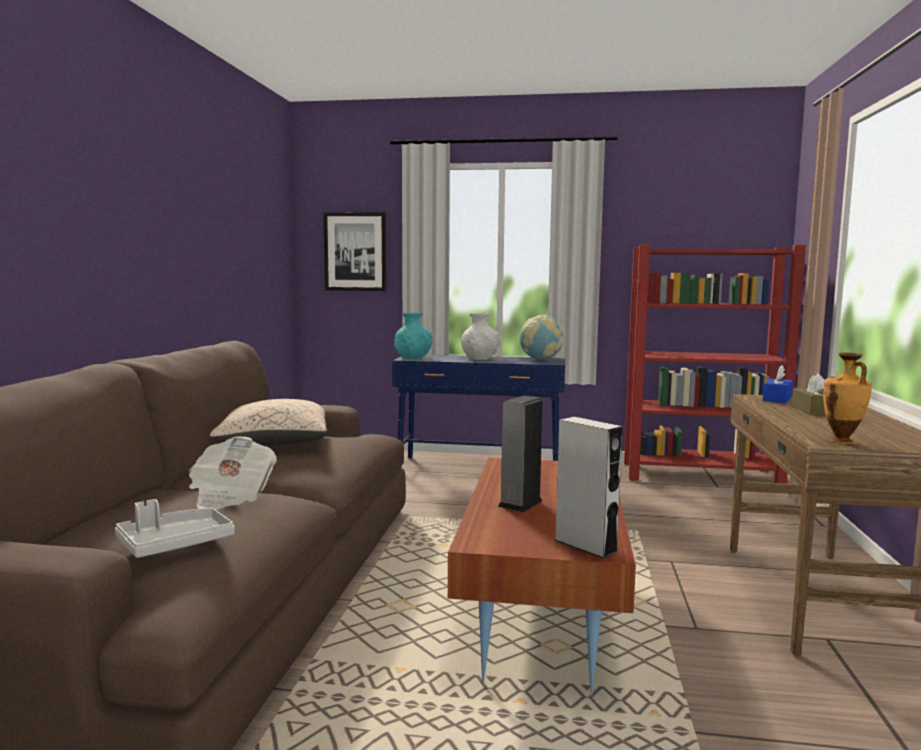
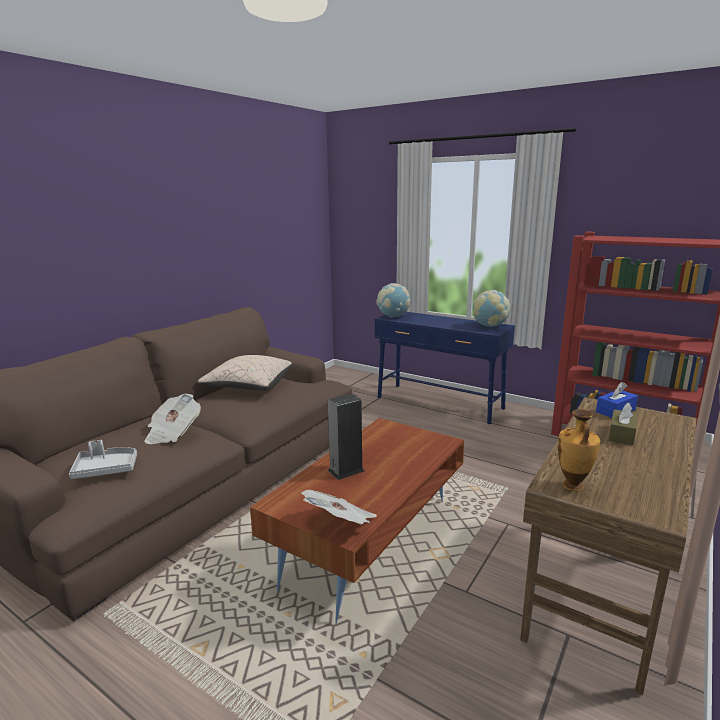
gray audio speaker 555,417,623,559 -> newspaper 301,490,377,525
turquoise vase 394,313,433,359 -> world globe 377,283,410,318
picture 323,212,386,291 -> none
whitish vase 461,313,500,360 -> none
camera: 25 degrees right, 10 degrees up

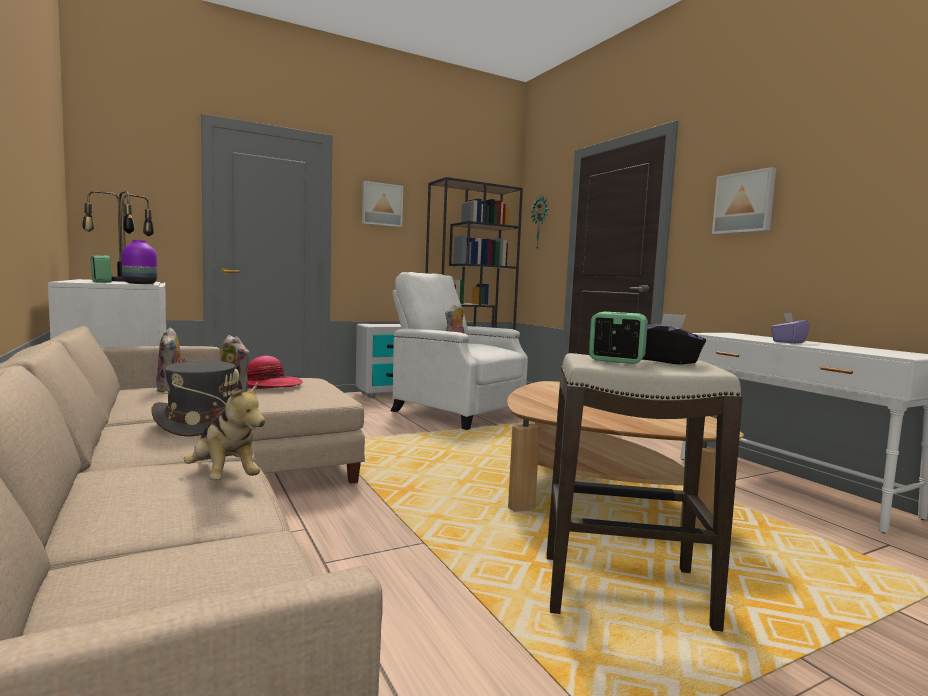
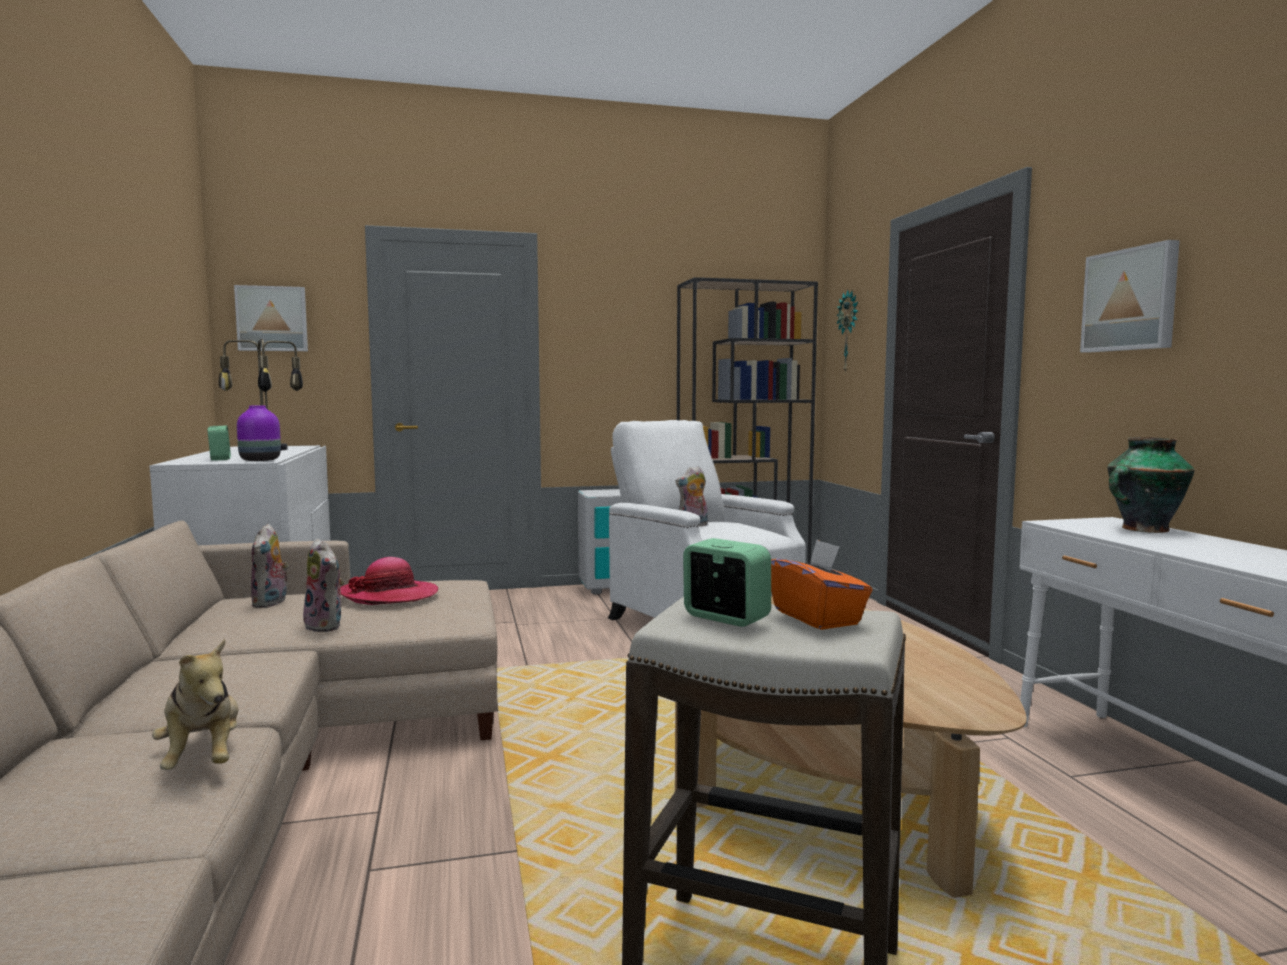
picture 362,181,403,227 -> picture 234,285,308,351, moved
black-coloured tissue box 643,313,706,365 -> orange tissue box 771,539,872,630
none -> vase 1107,437,1195,533
gray wearable hat 151,361,239,437 -> none
purple tissue box 771,313,810,344 -> none
camera: 15 degrees right, 0 degrees up

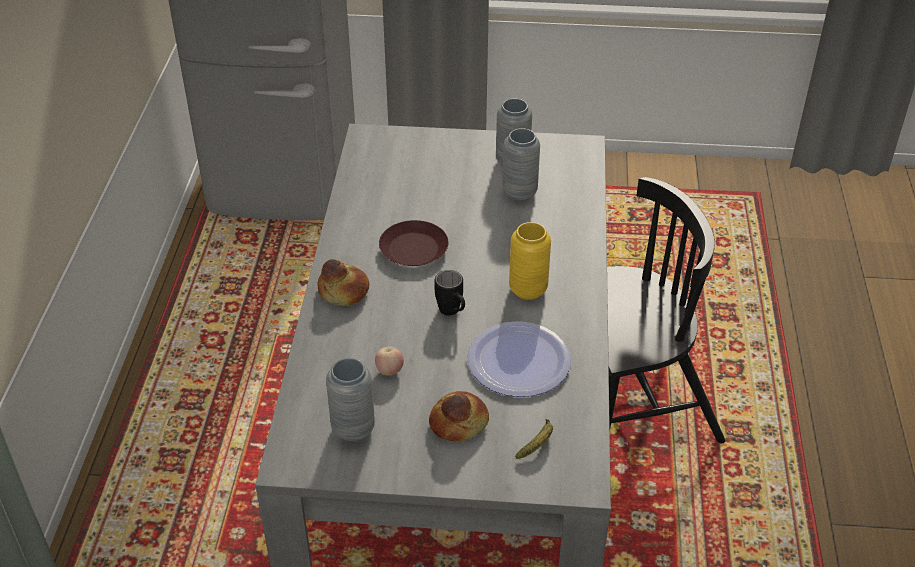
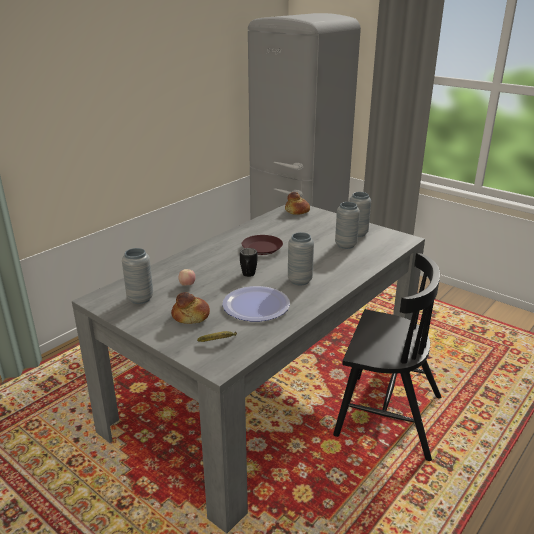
baked bread 317,259,369,306 -> baked bread 285,192,310,215, moved
yellow vase 509,222,551,300 -> gray vase 288,232,314,285
camera: 35 degrees right, 15 degrees down

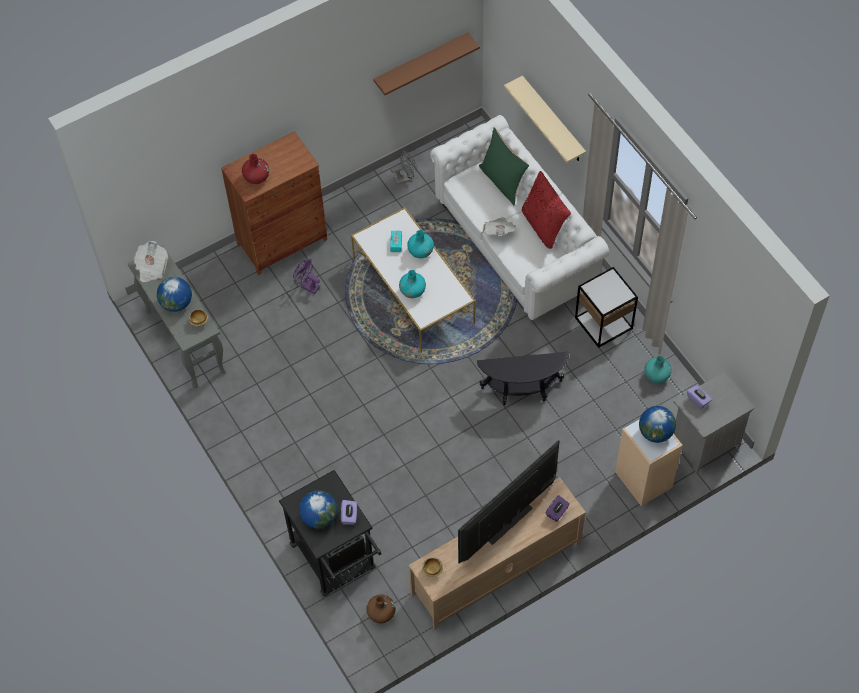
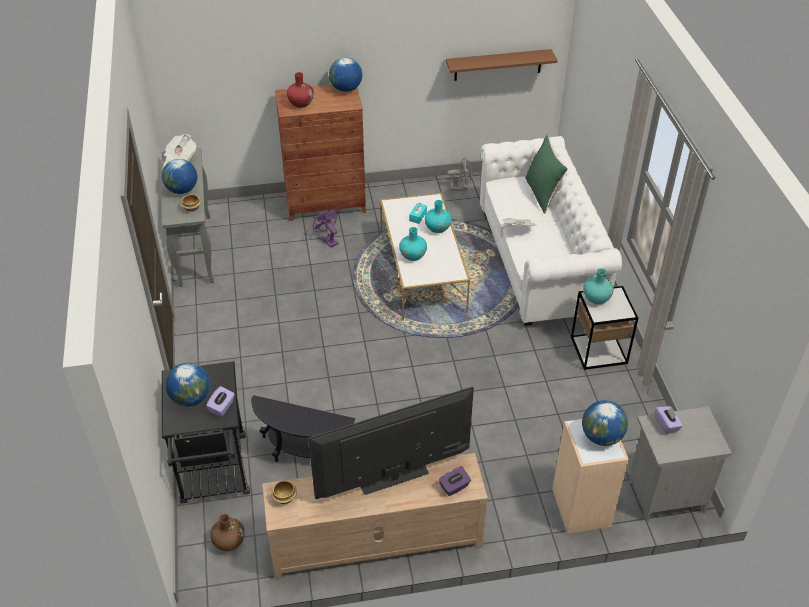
black-coloured accent table 477,352,569,405 -> black-coloured accent table 251,395,355,462, moved
none -> world globe 329,58,362,92
turquoise vase 644,356,672,383 -> turquoise vase 583,268,614,304, moved
beige bracket shelf 504,76,586,163 -> none
reddish throw pillow 522,171,571,249 -> none
camera: 20 degrees right, 15 degrees down

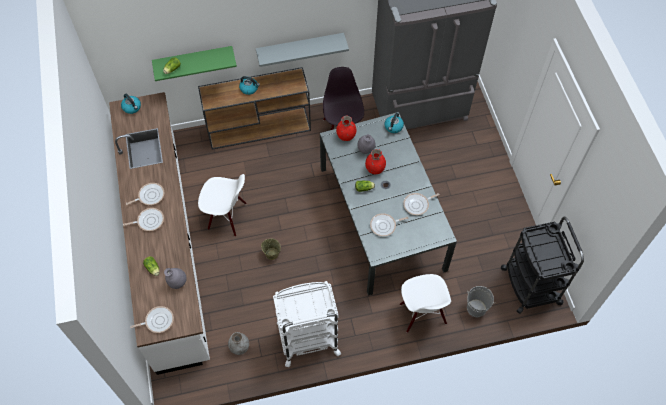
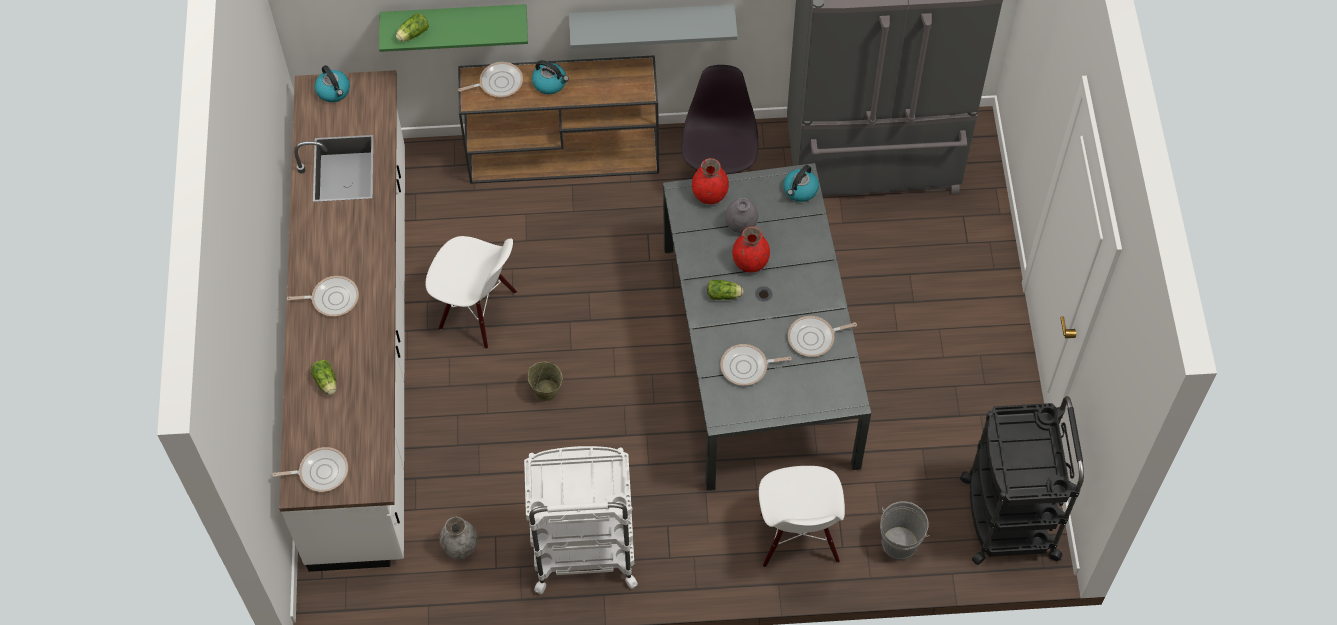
skillet 126,183,164,205 -> skillet 458,62,523,97, moved
gray vase 164,268,187,289 -> none
camera: 10 degrees right, 0 degrees up

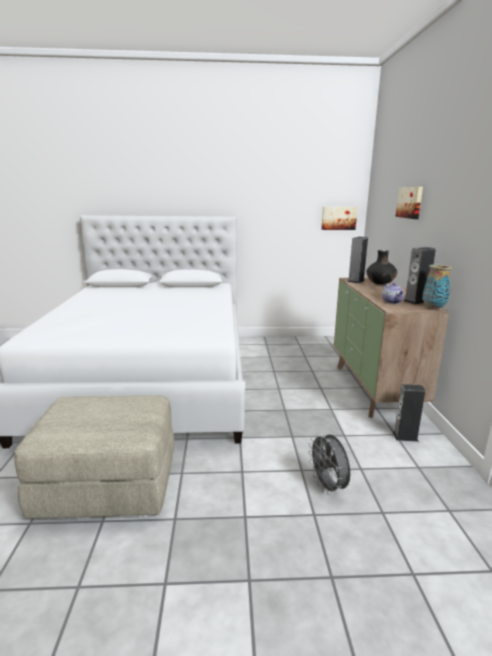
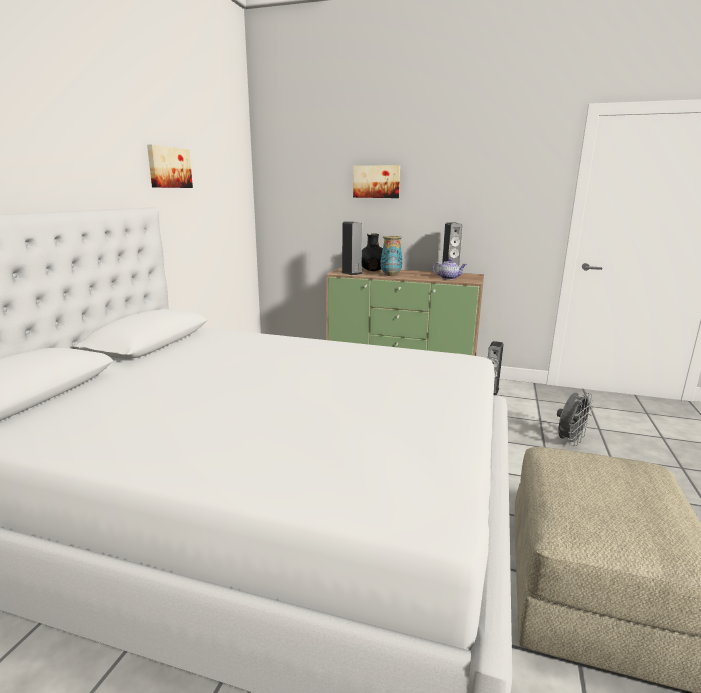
picture 321,207,358,230 -> picture 147,145,193,188, moved
vase 422,265,452,310 -> vase 381,236,402,276, moved
gray cooling fan 308,433,350,495 -> gray cooling fan 557,393,594,446, 45 degrees counterclockwise
camera: 70 degrees left, 0 degrees up

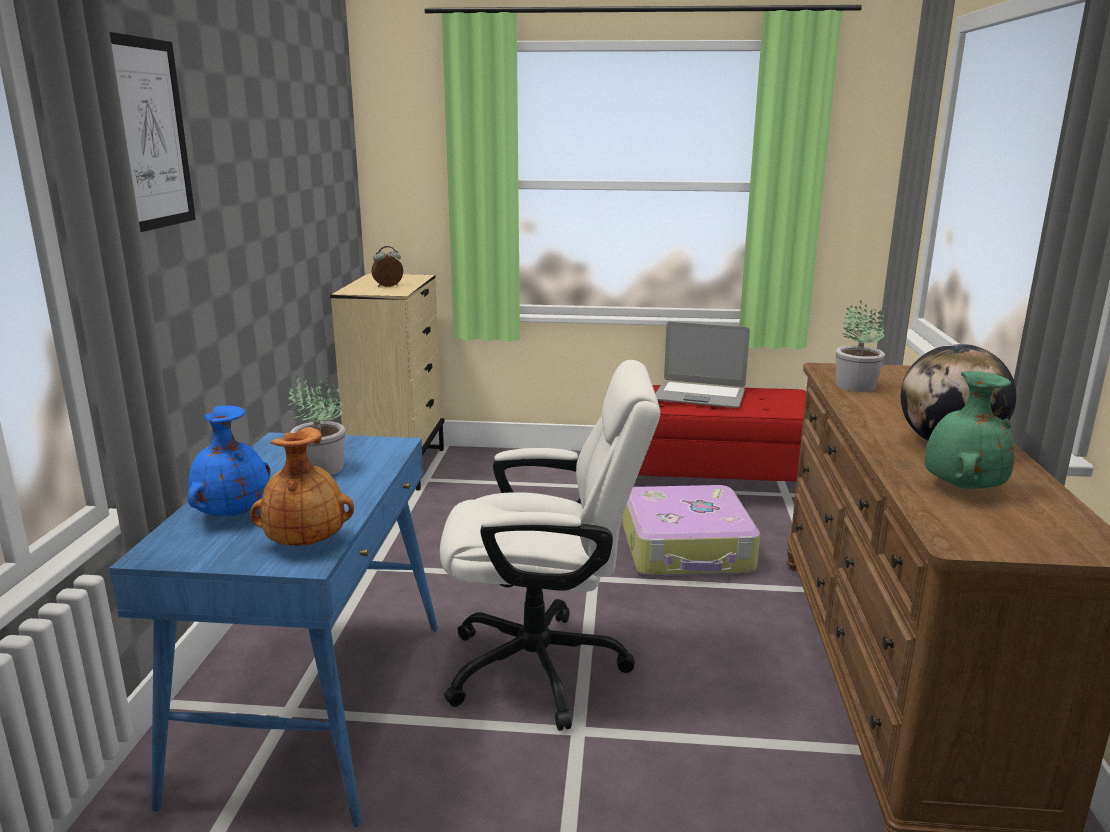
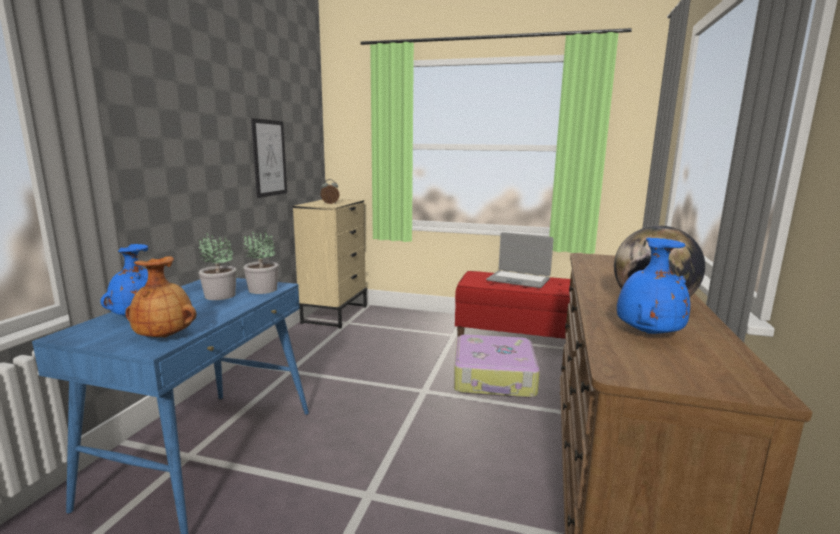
houseplant 836,300,885,392 -> houseplant 243,229,279,294, moved
picture 110,32,196,232 -> picture 251,118,287,198, moved
greenish vase 925,371,1015,489 -> blue-coloured vase 617,238,690,334
whitish desk chair 440,360,660,731 -> none
camera: 10 degrees right, 5 degrees down

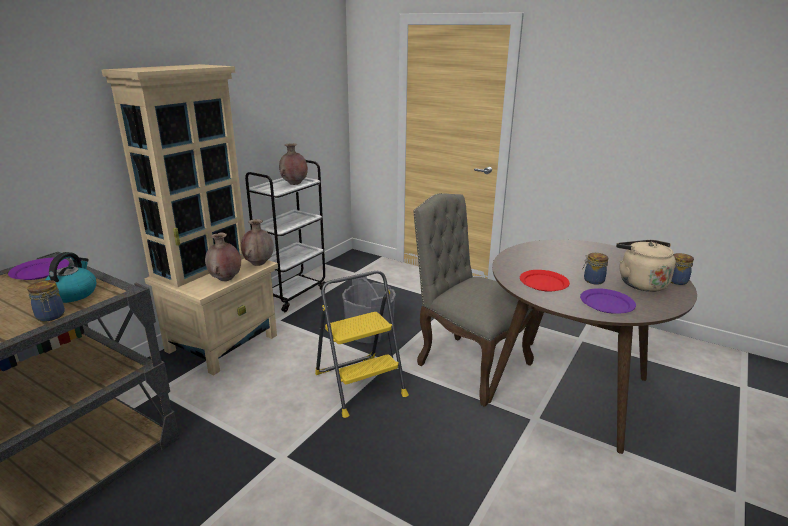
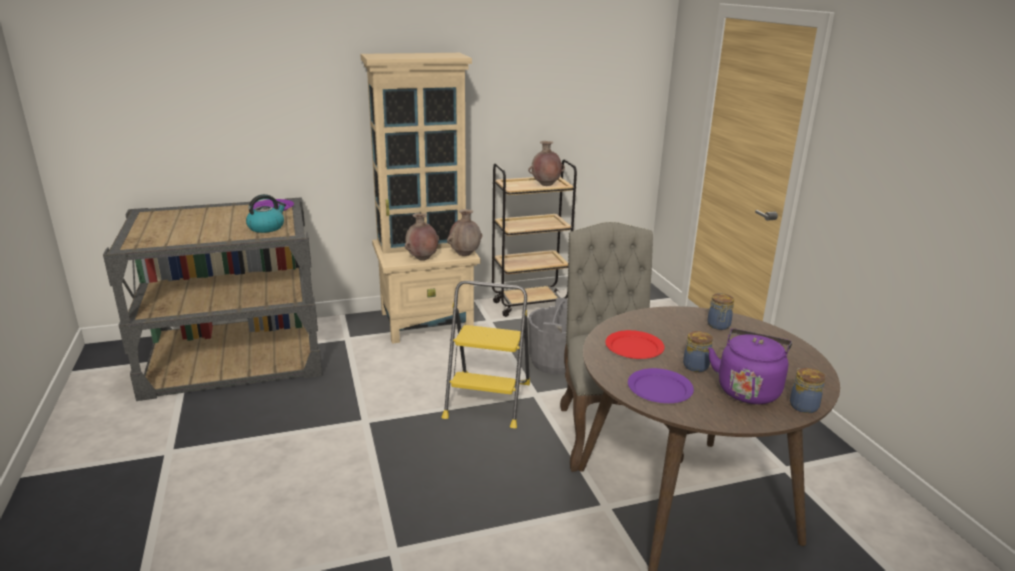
whitish wheeled cart 245,160,325,312 -> brownish wheeled cart 492,159,577,317
storage jar 27,280,65,322 -> storage jar 707,293,734,330, moved
beige water kettle 616,240,676,292 -> purple water kettle 708,329,792,404
camera: 40 degrees right, 0 degrees up

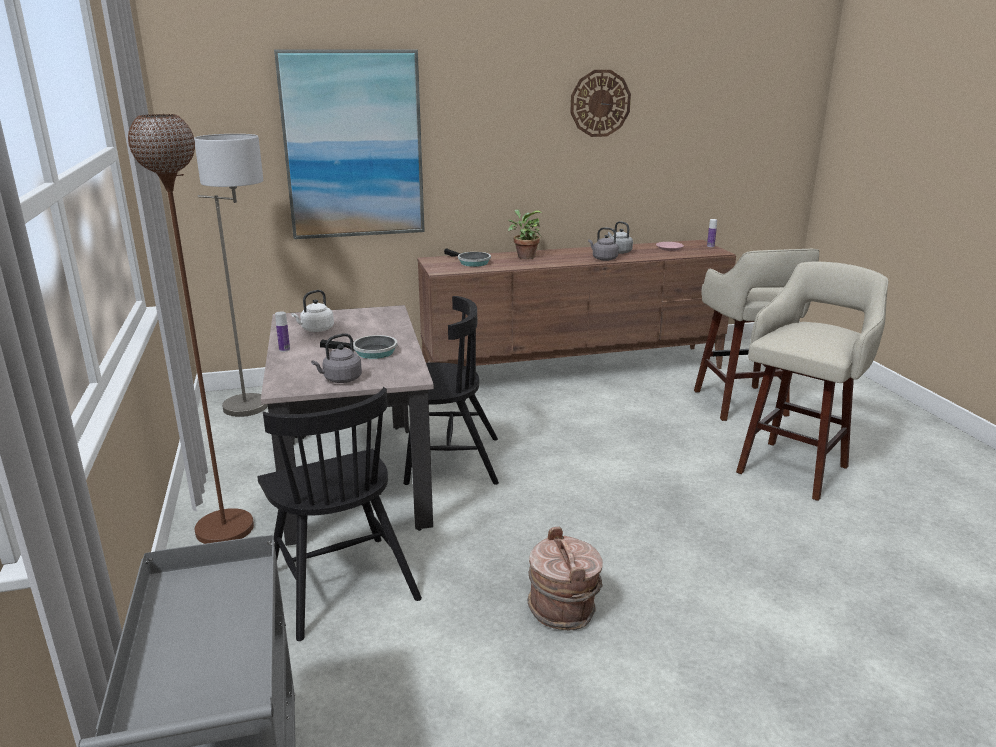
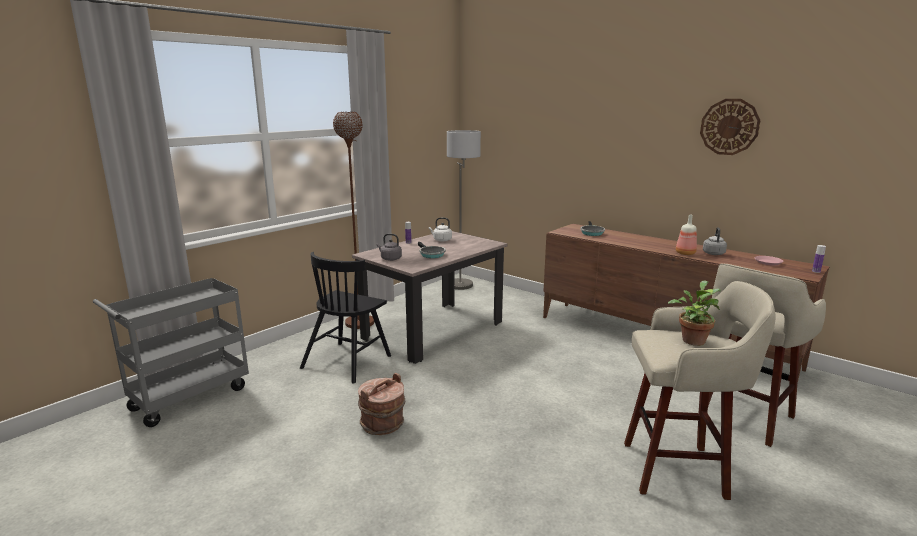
houseplant 508,209,543,259 -> houseplant 668,280,721,346, moved
gray water kettle 588,227,619,261 -> drink bottle 676,215,697,255
picture 274,50,425,239 -> none
black-coloured upright chair 403,296,499,485 -> none
camera: 55 degrees right, 5 degrees down

